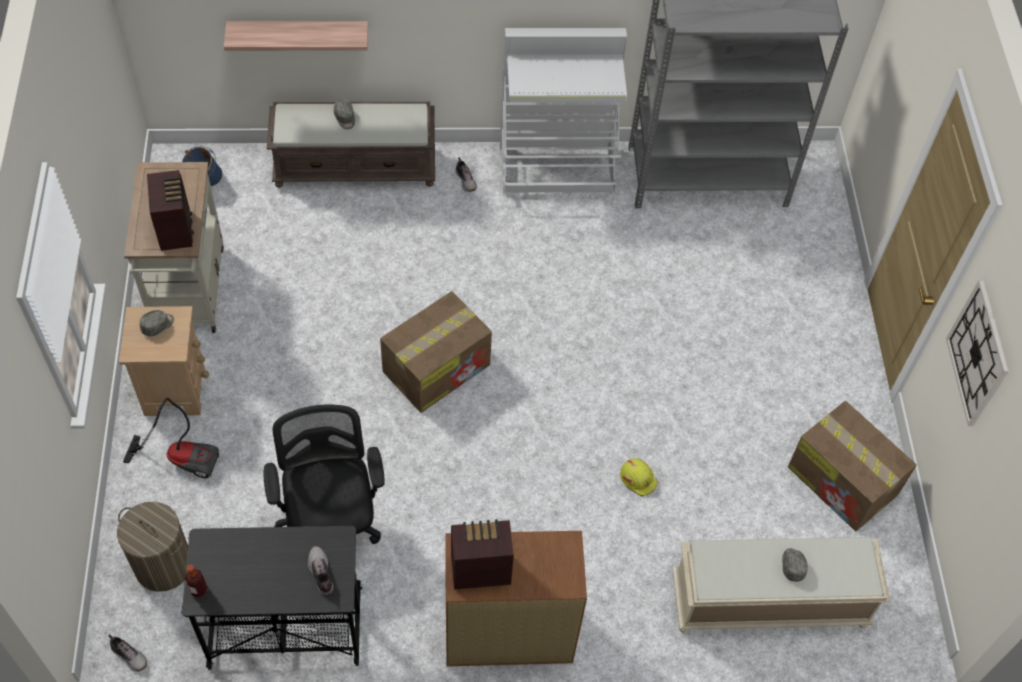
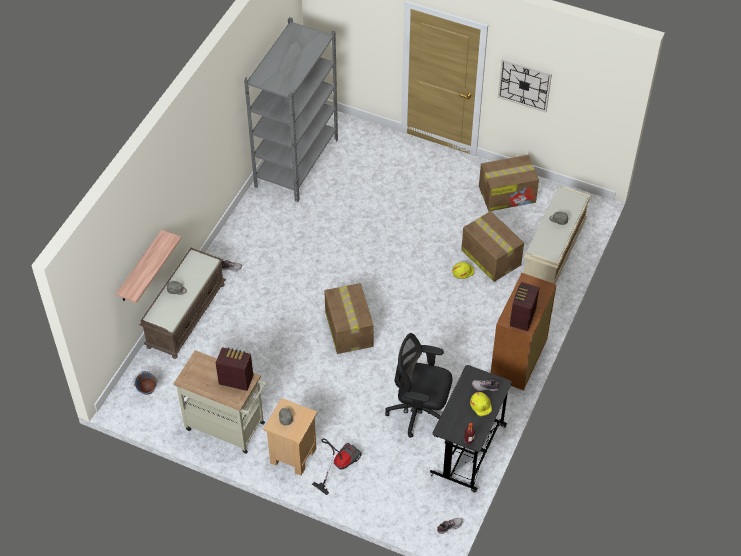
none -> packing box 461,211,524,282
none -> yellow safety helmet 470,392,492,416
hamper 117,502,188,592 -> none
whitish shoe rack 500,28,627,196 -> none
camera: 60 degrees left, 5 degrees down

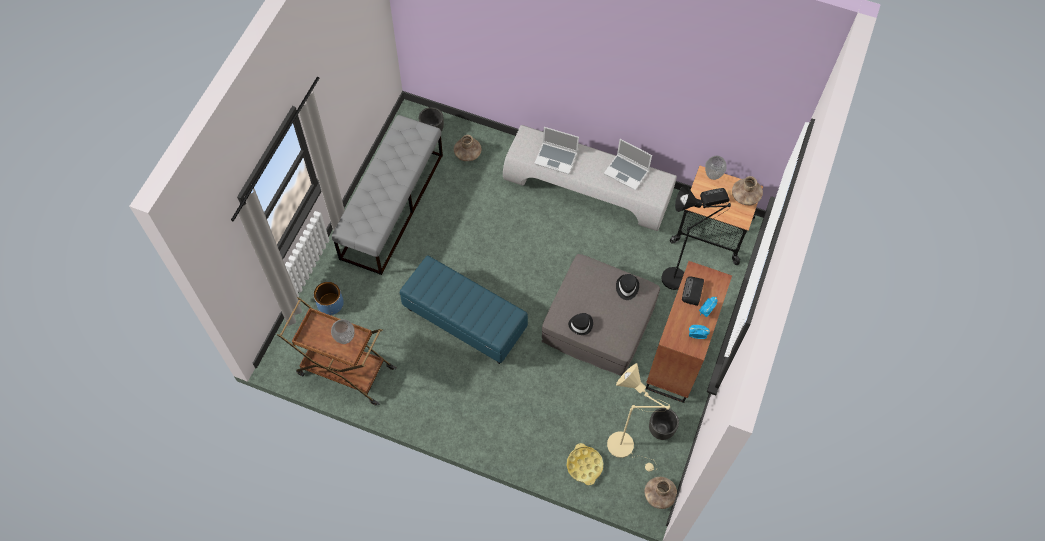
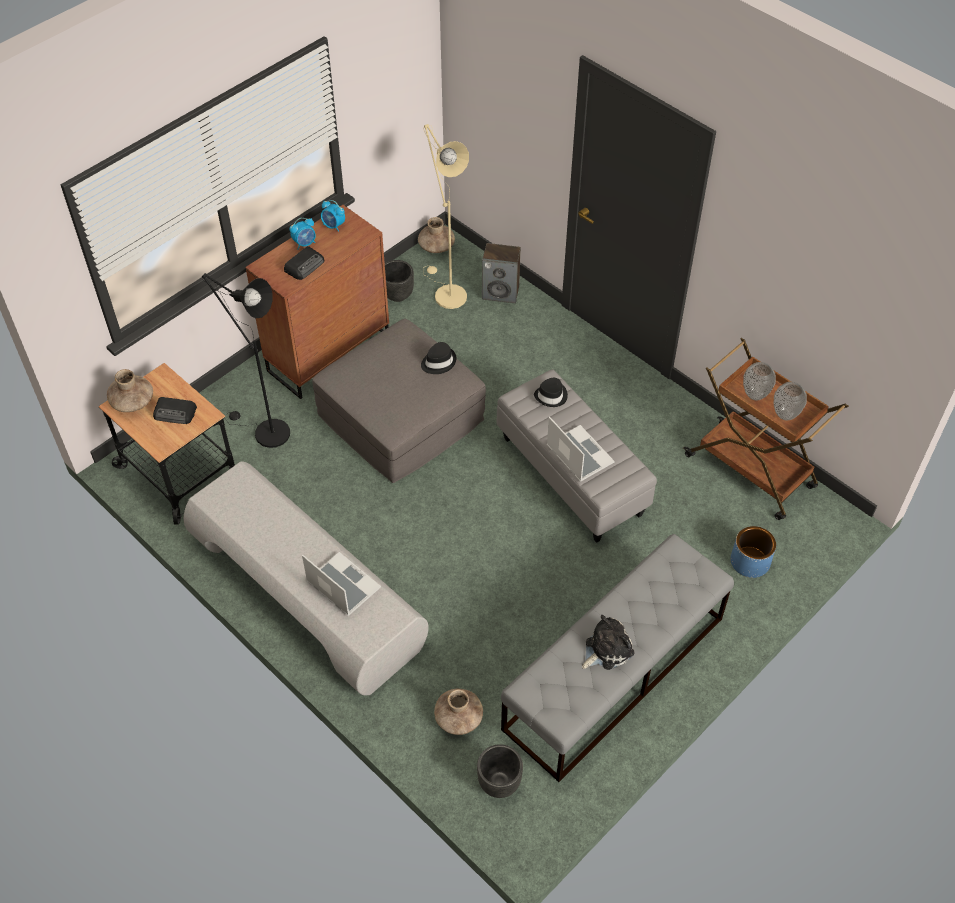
yellow carrying tray 567,443,603,485 -> audio speaker 482,243,521,303
blue-coloured footrest 400,255,528,364 -> gray footrest 496,369,657,543
black-coloured wearable hat 616,274,639,300 -> black-coloured wearable hat 534,378,568,407, moved
portable computer 604,139,652,191 -> portable computer 547,417,615,482, moved
none -> soft toy 582,615,635,670
vase 705,156,727,180 -> vase 774,382,807,420, moved
camera: 155 degrees left, 10 degrees down

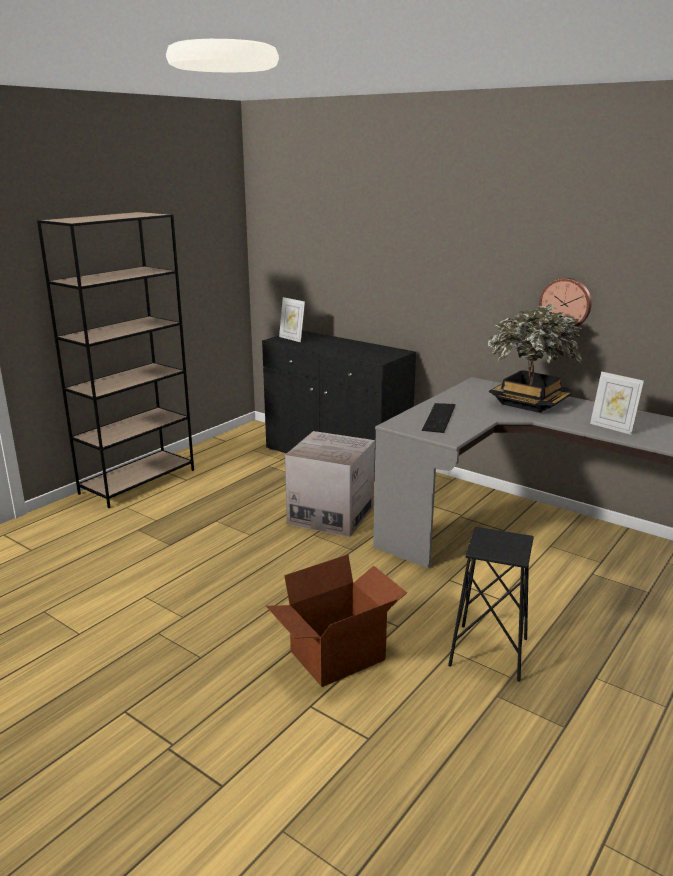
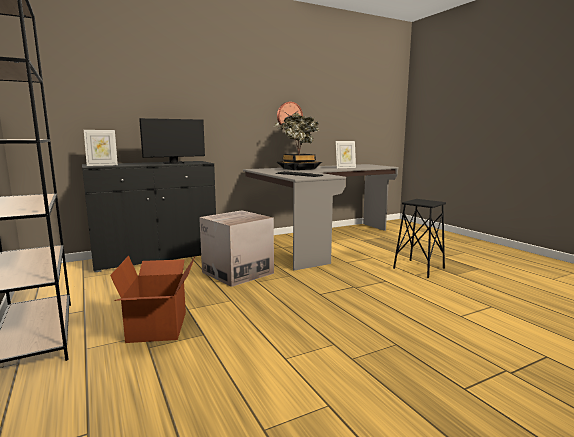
packing box 266,555,407,687 -> packing box 110,256,195,343, moved
none -> computer display 139,118,205,164
camera: 65 degrees left, 10 degrees down

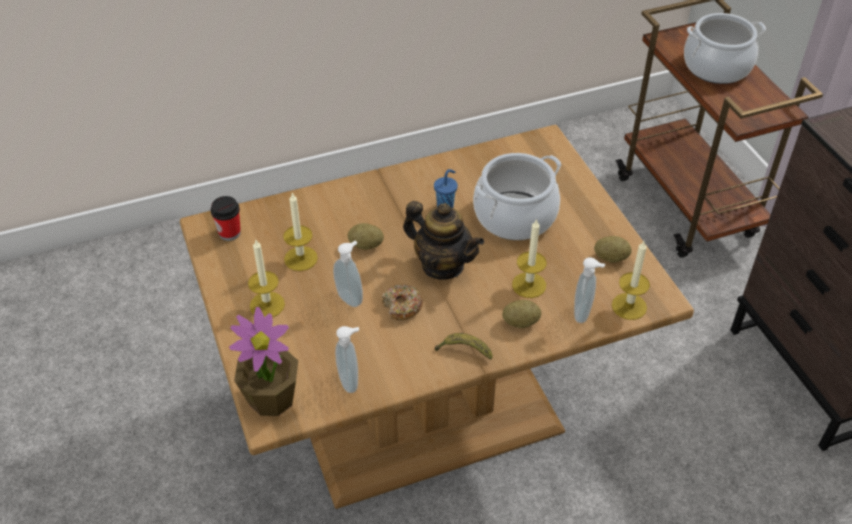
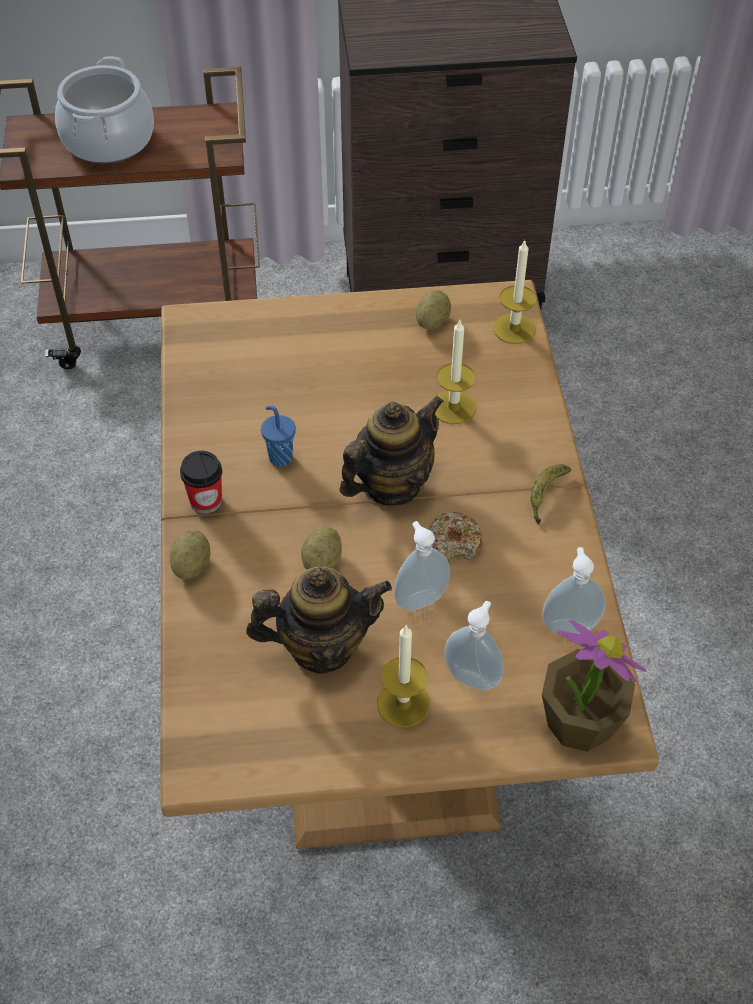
spud 502,300,541,328 -> spud 170,530,211,579, moved
drinking cup 211,196,241,241 -> drinking cup 180,451,222,514, moved
candle 283,192,318,271 -> pot for tea 246,567,392,674
liquid soap bottle 574,257,605,323 -> liquid soap bottle 444,600,504,691, moved
saucepot 473,153,562,240 -> none
camera: 75 degrees left, 5 degrees up

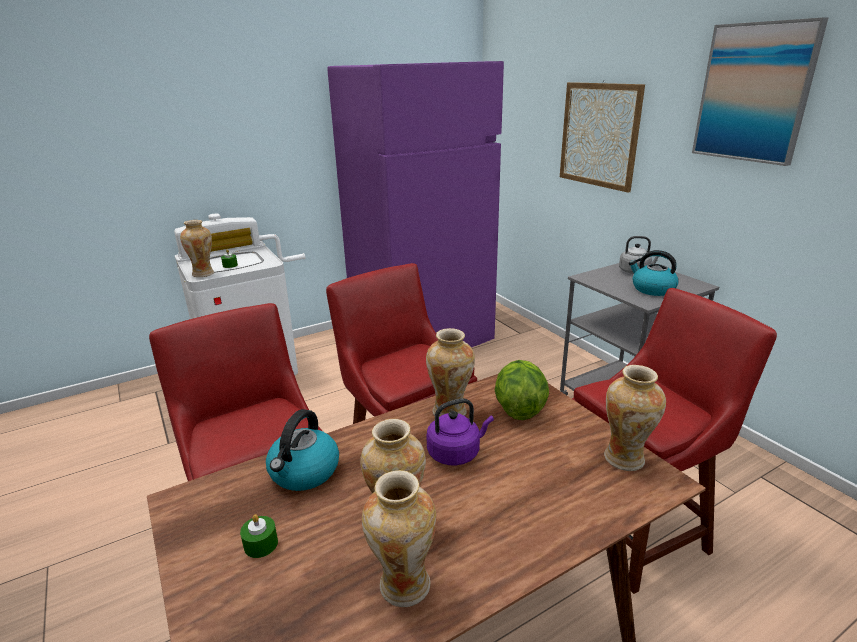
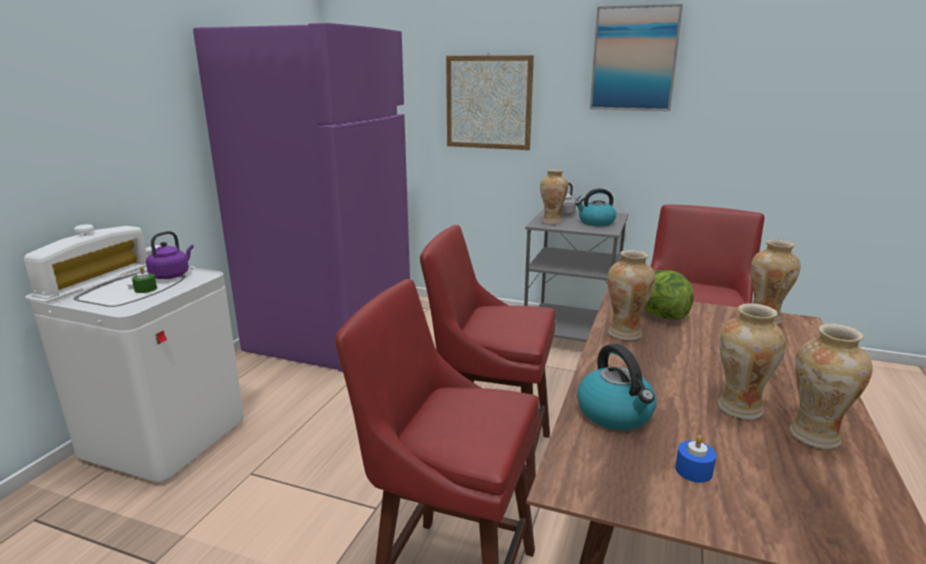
purple water kettle 427,398,494,465 -> purple water kettle 146,231,194,279, moved
vase 180,220,214,277 -> vase 540,169,568,224, moved
greenish candle 240,514,278,558 -> blue-coloured candle 675,435,716,483
camera: 40 degrees left, 5 degrees down

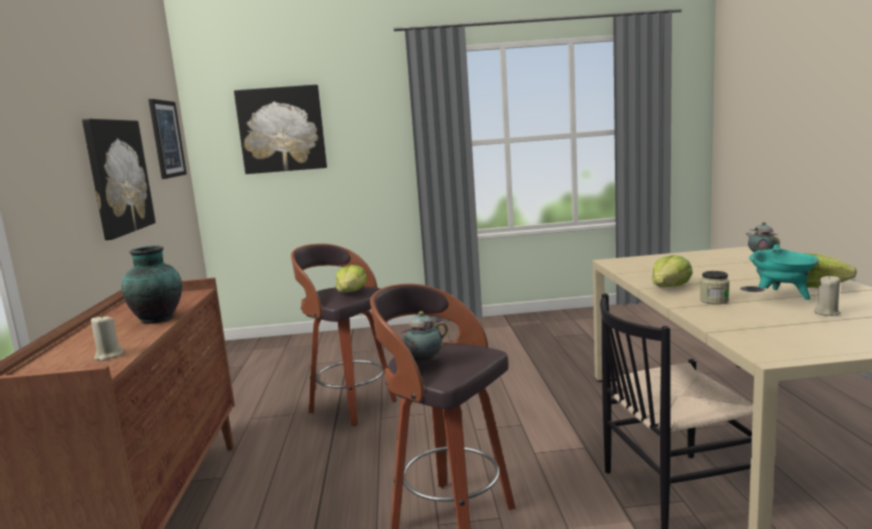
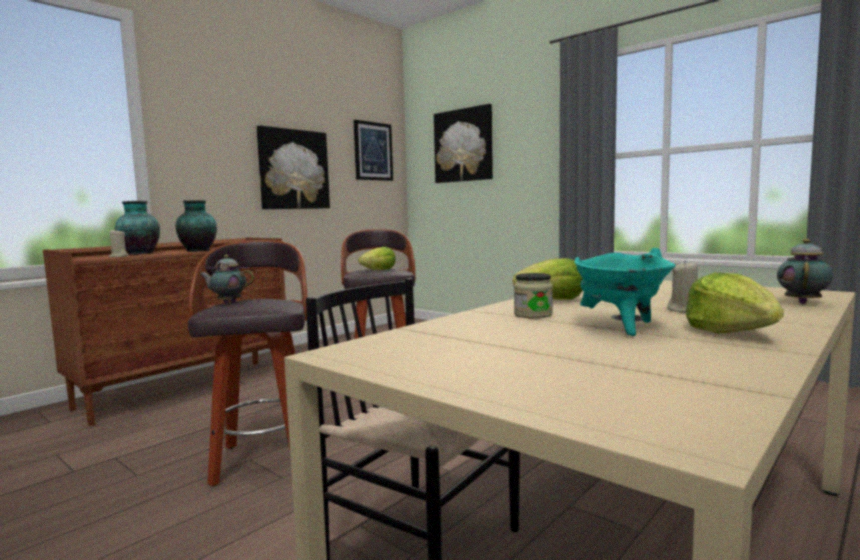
none -> vase 115,201,160,255
beige candle 814,275,841,316 -> beige candle 667,260,698,312, moved
camera: 45 degrees right, 5 degrees down

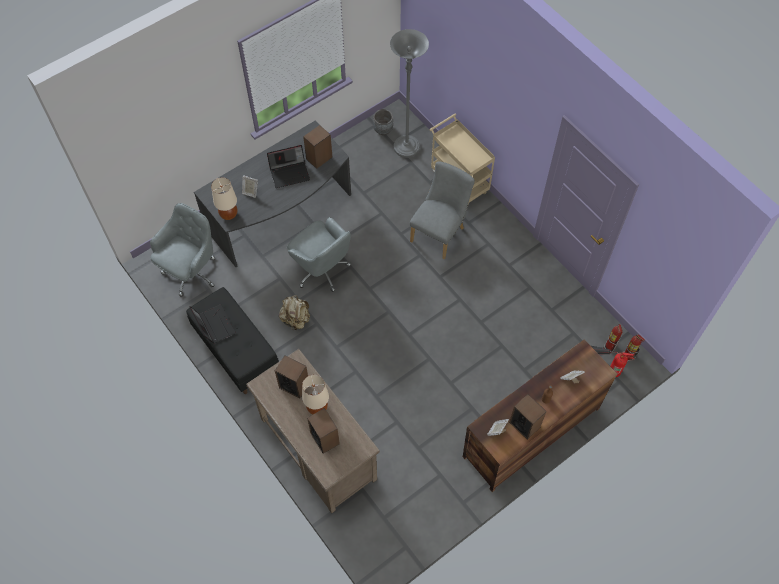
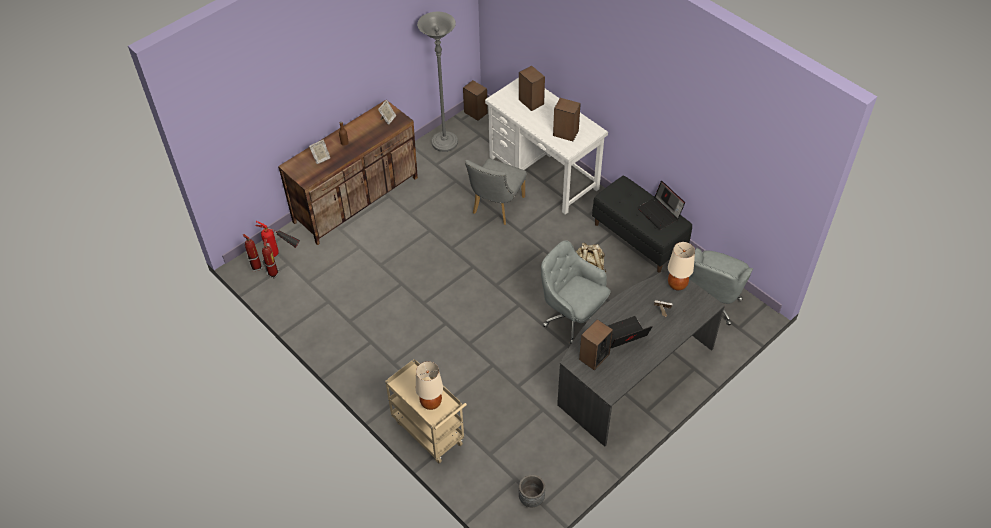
beige lamp for a table 302,375,329,414 -> beige lamp for a table 416,361,443,410, moved
gray floor lamp 390,29,429,158 -> gray floor lamp 417,12,458,152, moved
audio speaker 509,394,547,439 -> audio speaker 463,80,488,121, moved
gray upright chair 410,162,475,259 -> gray upright chair 465,159,527,225, moved
brownish desk table 246,349,380,513 -> whitish desk table 485,78,608,215
camera: 175 degrees right, 10 degrees down

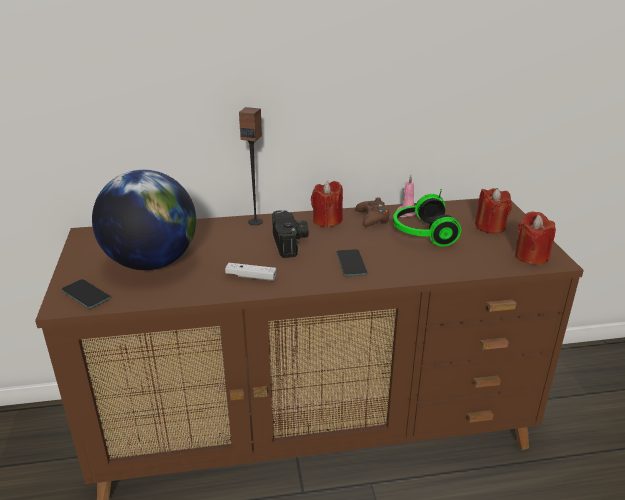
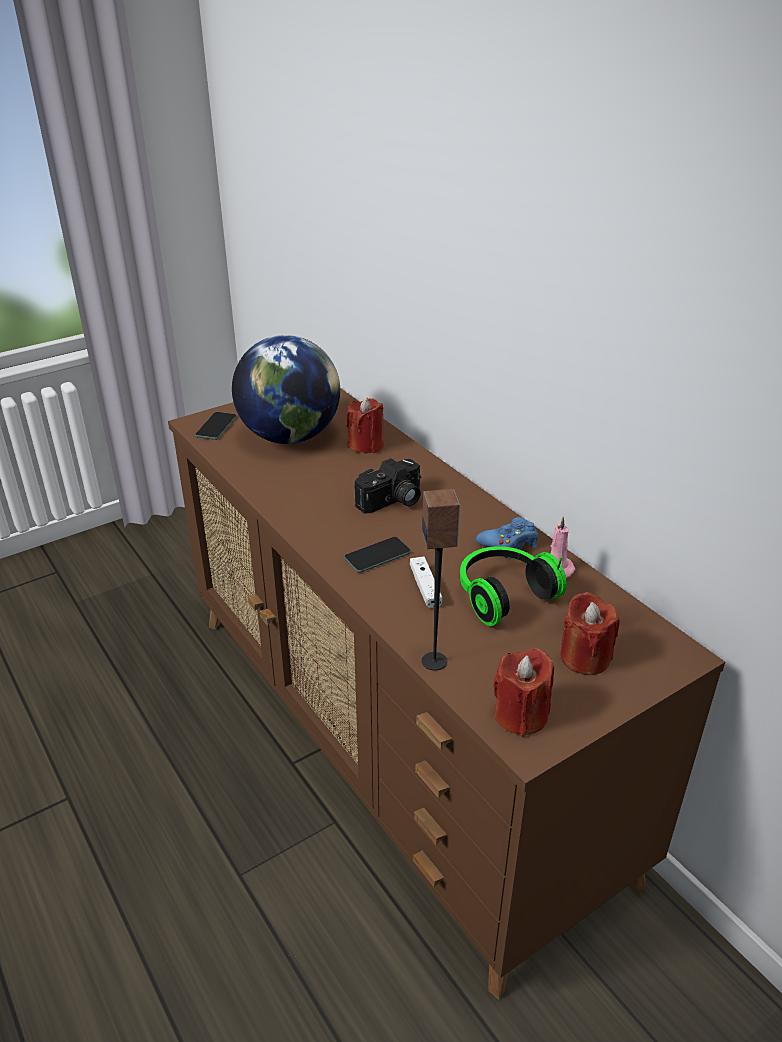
reddish candle 311,181,343,228 -> reddish candle 347,397,384,454, moved
whitish game controller 225,263,276,281 -> whitish game controller 410,556,442,608, moved
audio speaker 239,107,263,225 -> audio speaker 422,489,460,671, moved
brownish game controller 355,197,390,226 -> blue-coloured game controller 476,517,538,559
camera: 65 degrees right, 5 degrees up

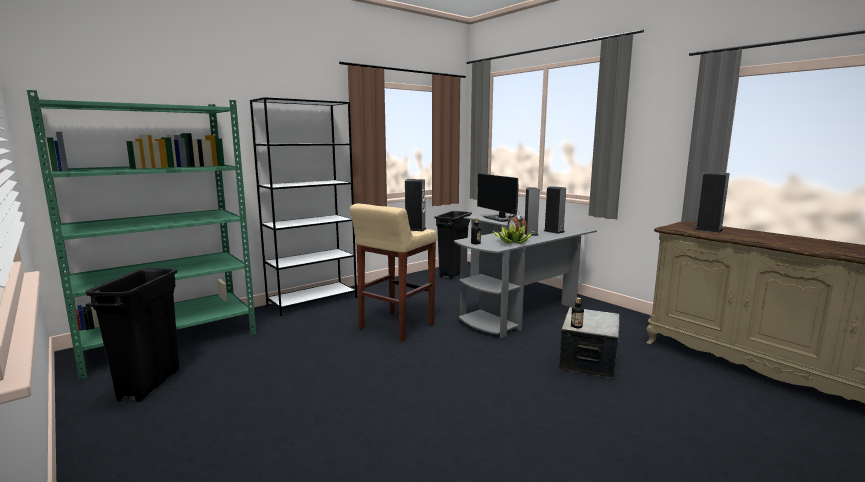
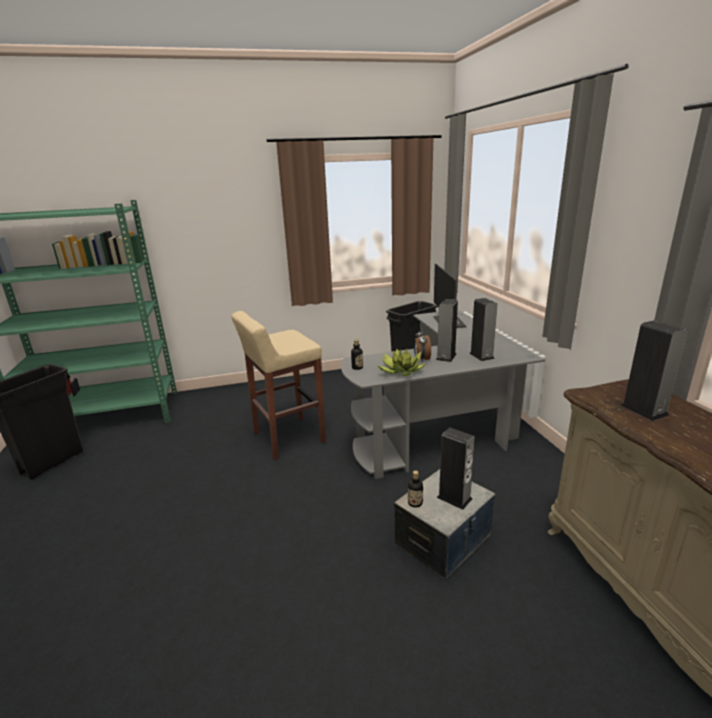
audio speaker 405,179,426,231 -> audio speaker 437,427,475,510, moved
whitish shelving unit 250,97,357,316 -> none
camera: 25 degrees right, 10 degrees up

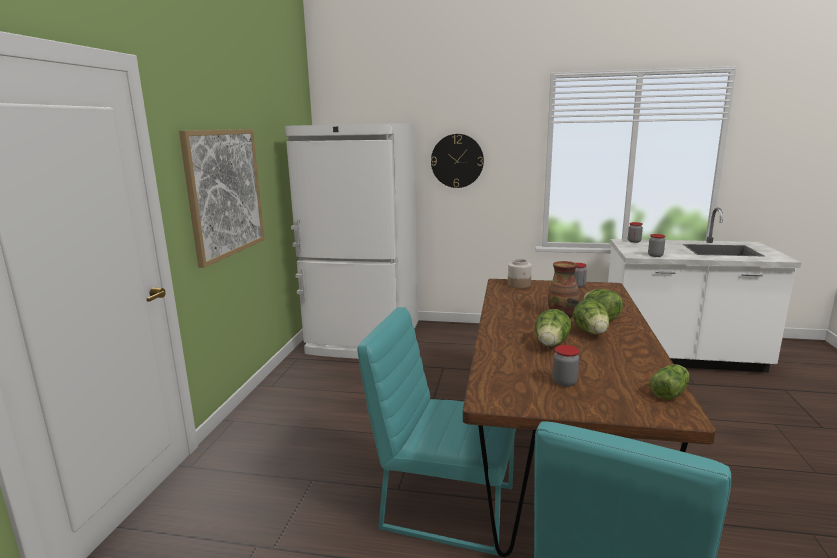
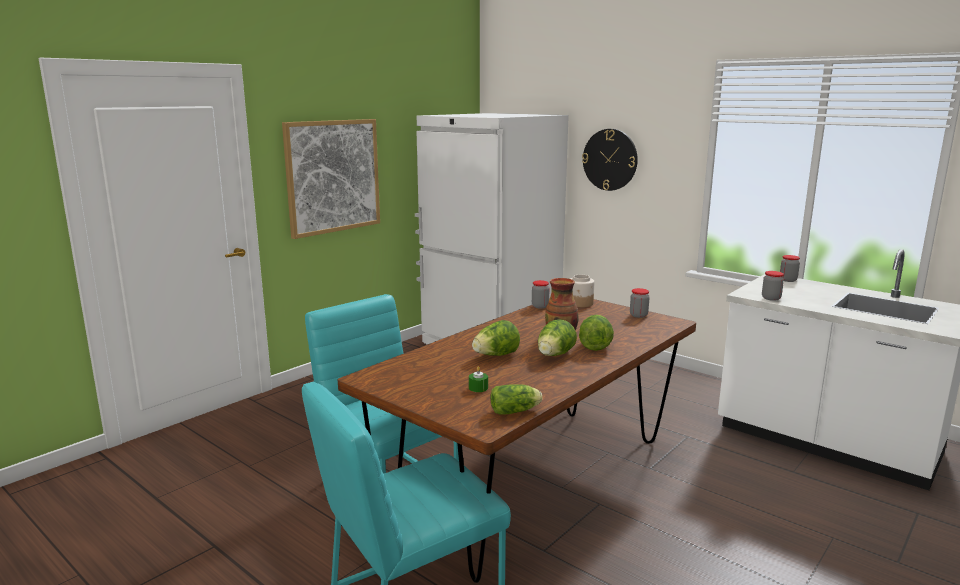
none -> greenish candle 469,366,488,392
storage jar 552,345,580,387 -> storage jar 532,280,550,308, moved
camera: 30 degrees right, 0 degrees up

